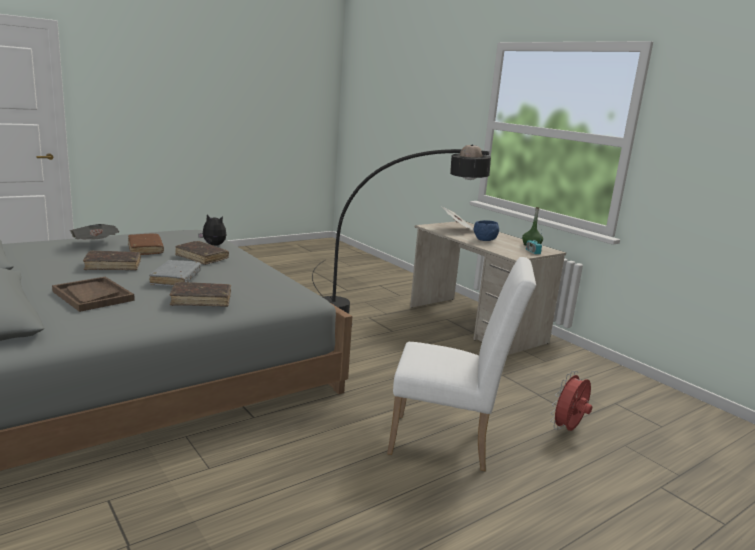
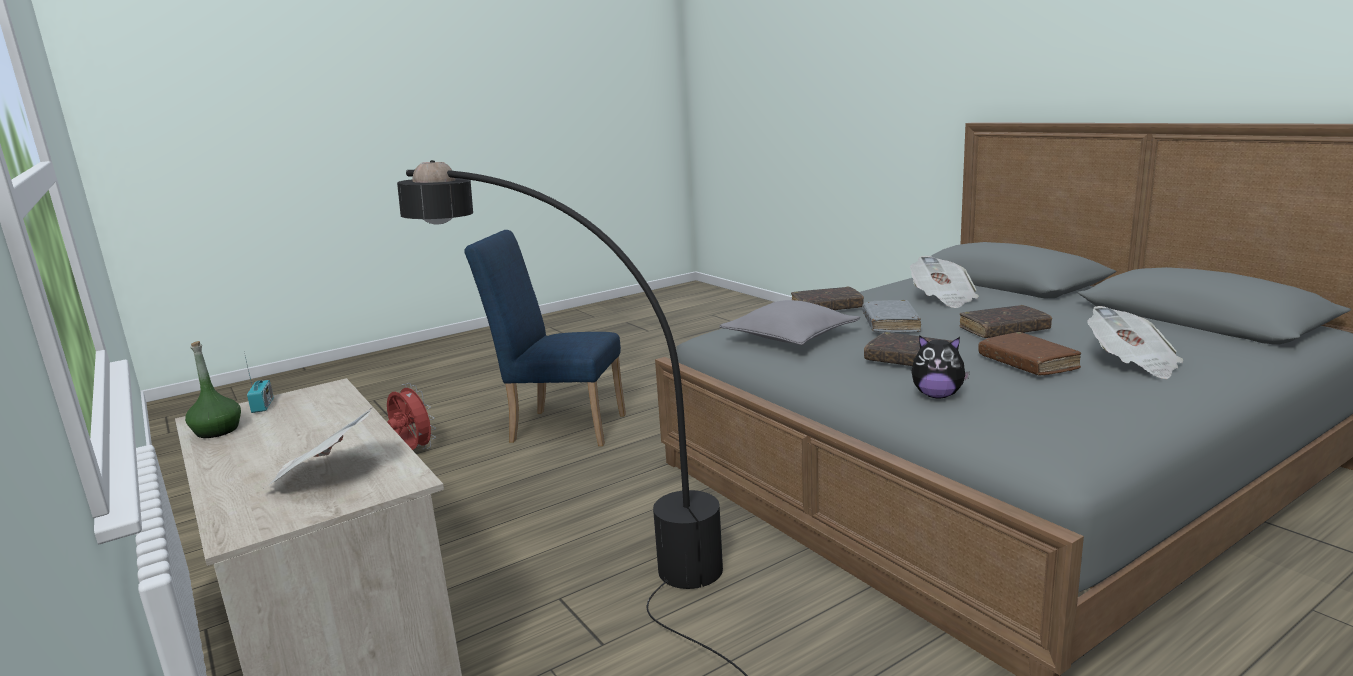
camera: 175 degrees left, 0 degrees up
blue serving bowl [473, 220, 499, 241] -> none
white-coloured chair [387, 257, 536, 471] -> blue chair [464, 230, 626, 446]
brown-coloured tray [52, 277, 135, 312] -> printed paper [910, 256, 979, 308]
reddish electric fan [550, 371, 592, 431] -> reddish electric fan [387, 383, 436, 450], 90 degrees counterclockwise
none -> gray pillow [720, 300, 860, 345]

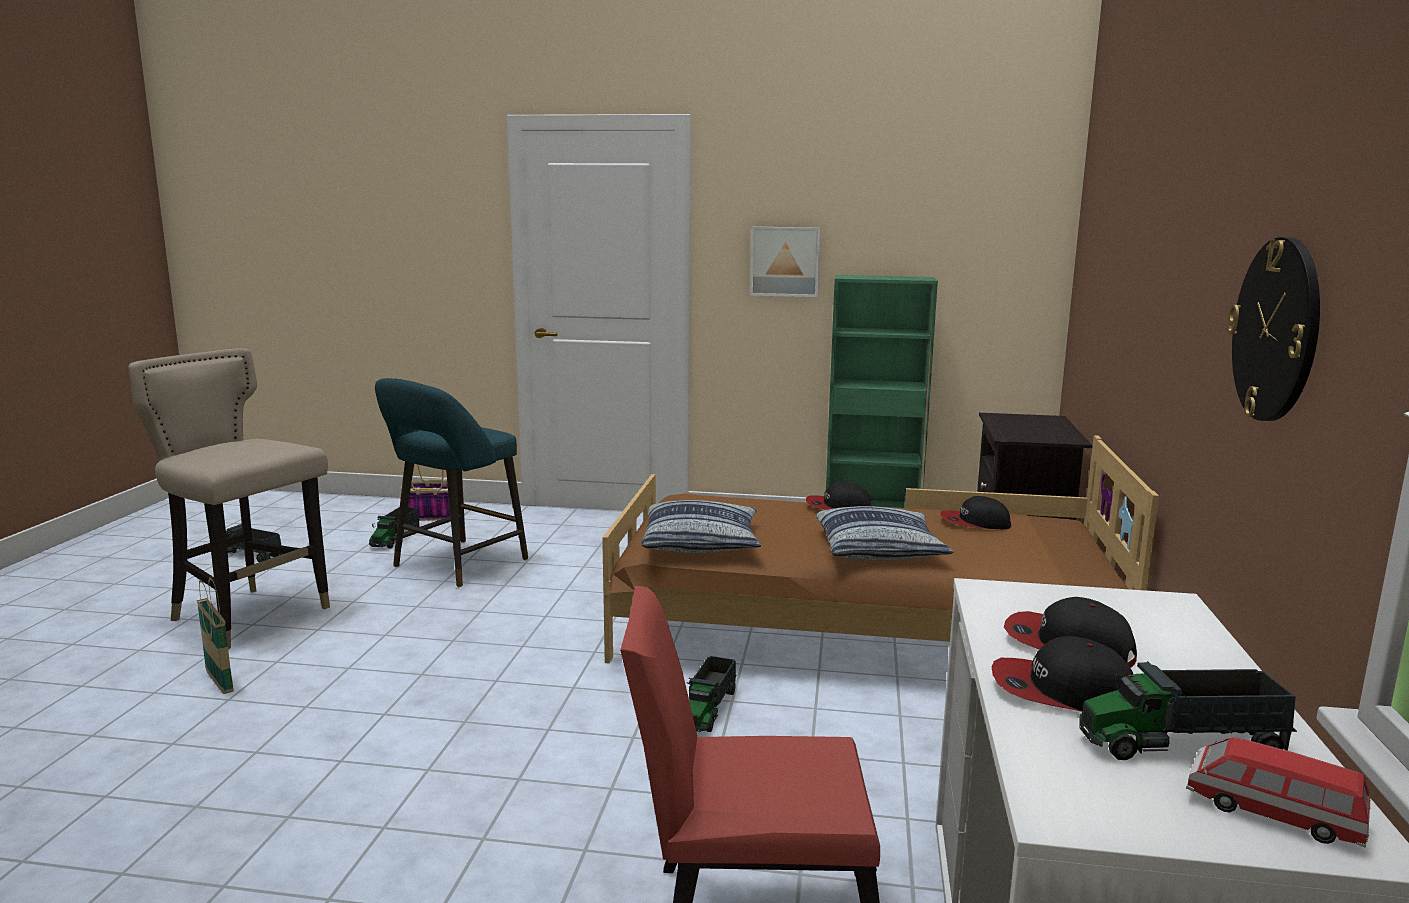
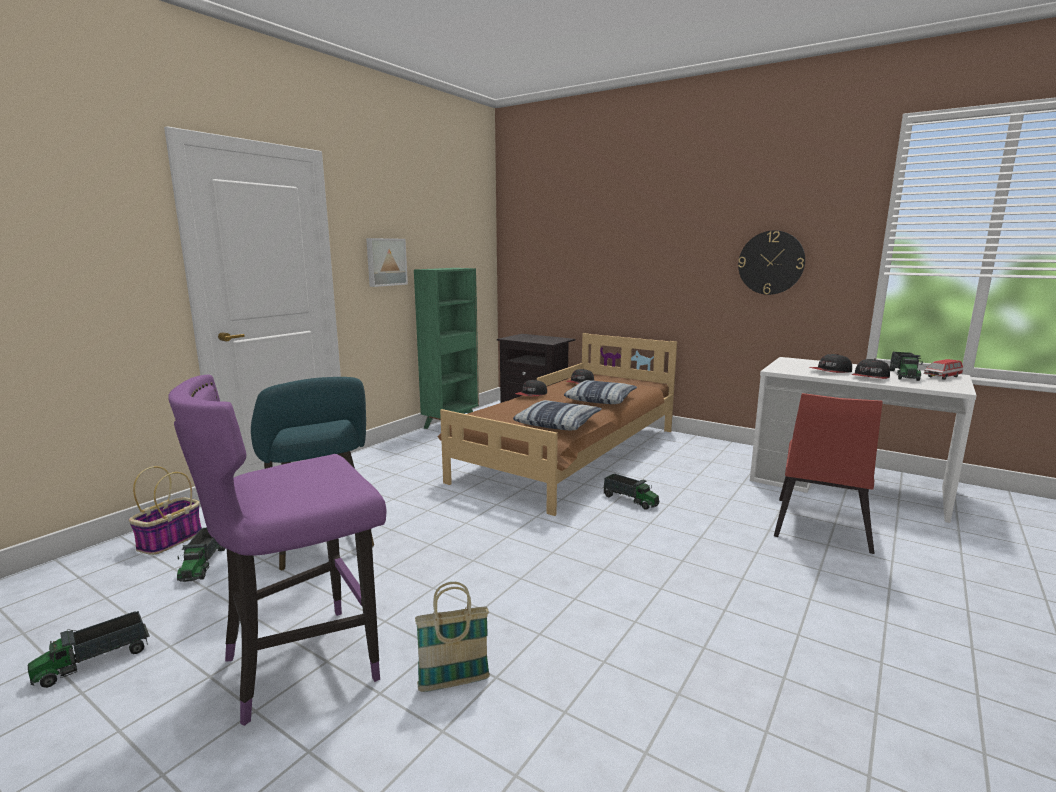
camera: 65 degrees left, 0 degrees up
sand-coloured stool seat [128, 348, 330, 649] -> purplish stool seat [168, 374, 386, 726]
model truck [369, 507, 420, 549] -> model truck [177, 528, 225, 582], 45 degrees clockwise

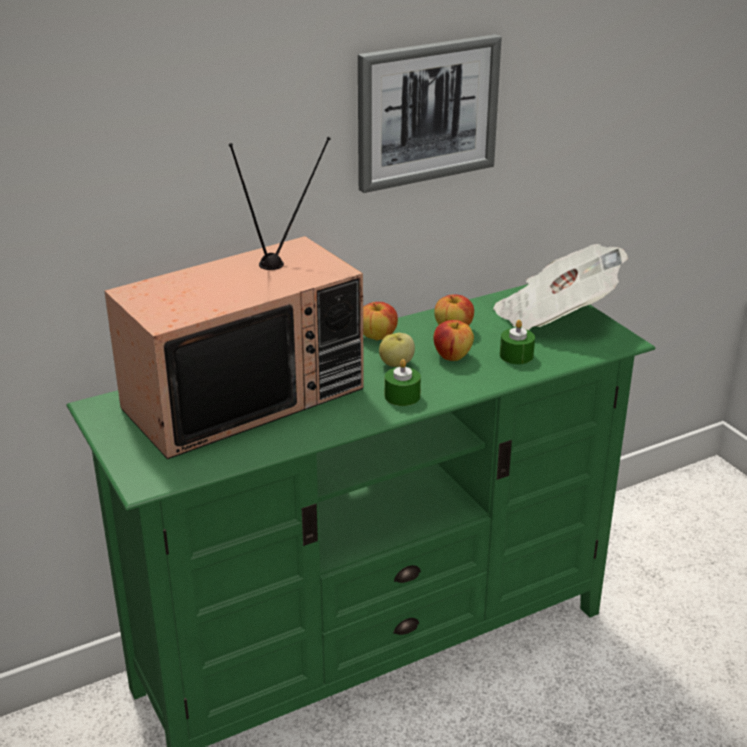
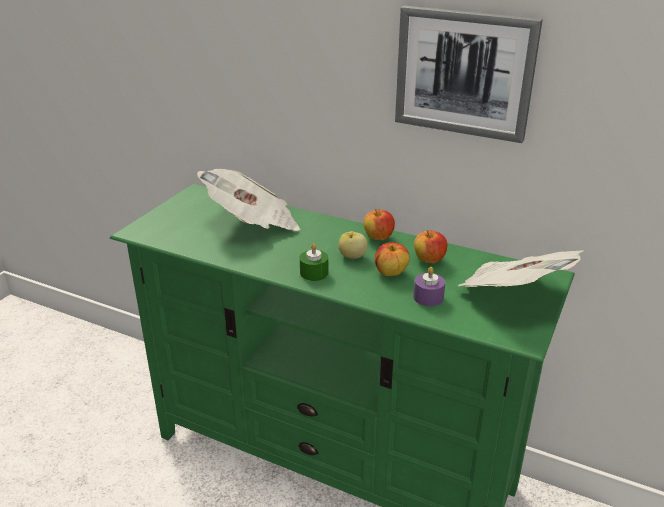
camera: 55 degrees right, 0 degrees up
TV [104, 137, 364, 459] -> printed paper [197, 169, 300, 231]
green-coloured wax candle [500, 320, 535, 364] -> purplish wax candle [413, 267, 445, 306]

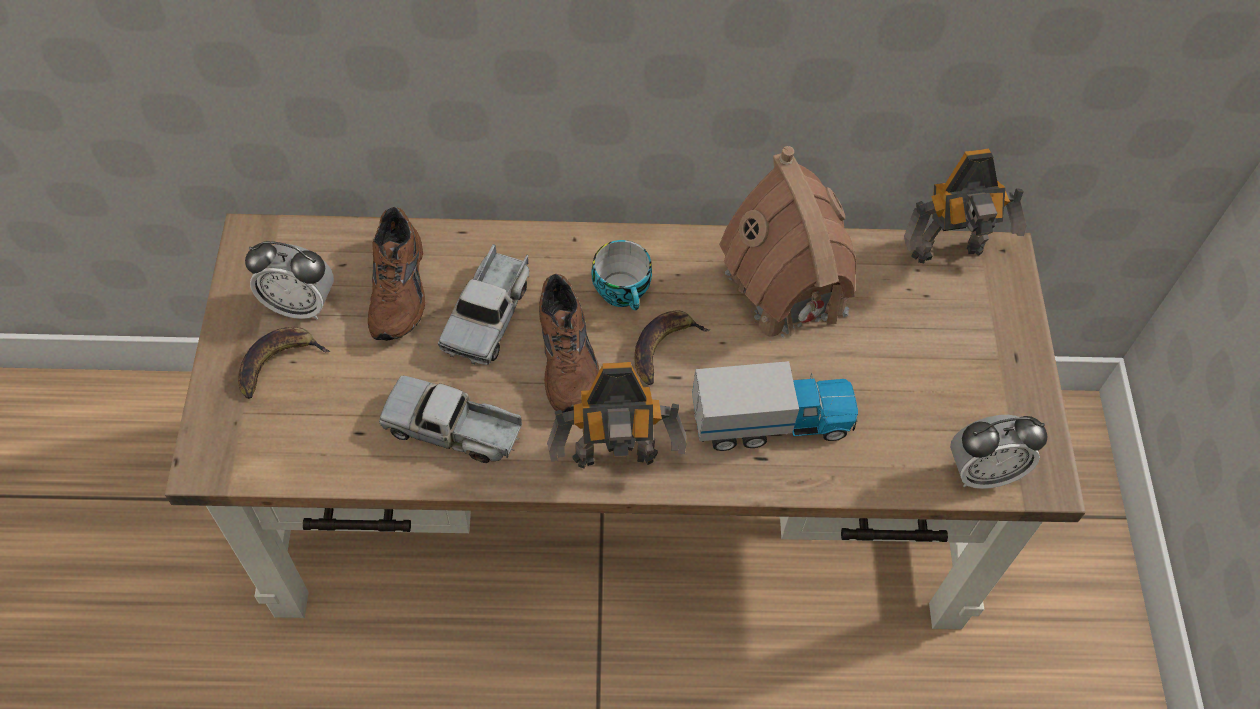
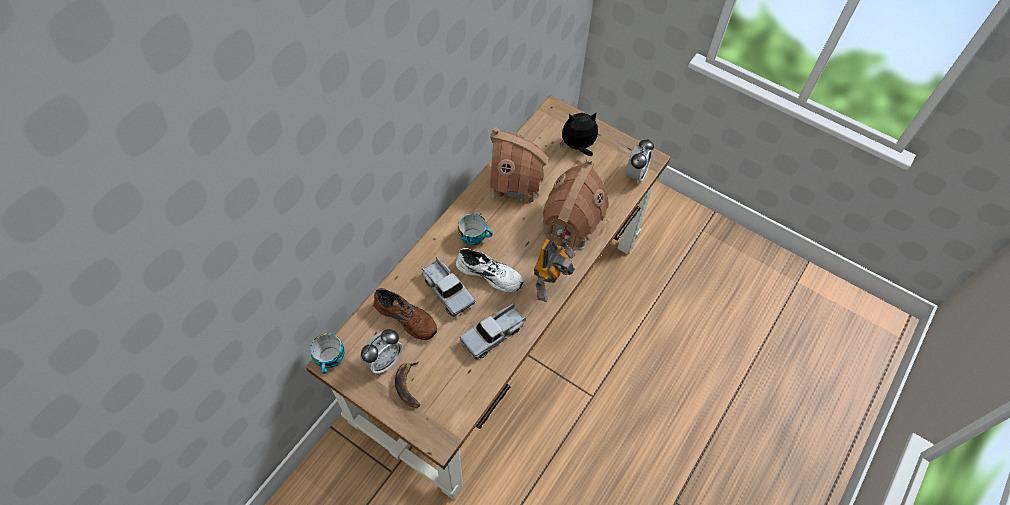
camera: 55 degrees left, 0 degrees up
toy robot [904, 149, 1026, 264] -> none
brown-coloured low shoe [539, 274, 600, 414] -> white-coloured low shoe [456, 248, 523, 292]
banana fruit [635, 310, 710, 385] -> none
model truck [692, 361, 858, 451] -> toy house [542, 157, 609, 250]
none -> plush toy [560, 112, 598, 156]
none -> drinking cup [310, 333, 345, 374]

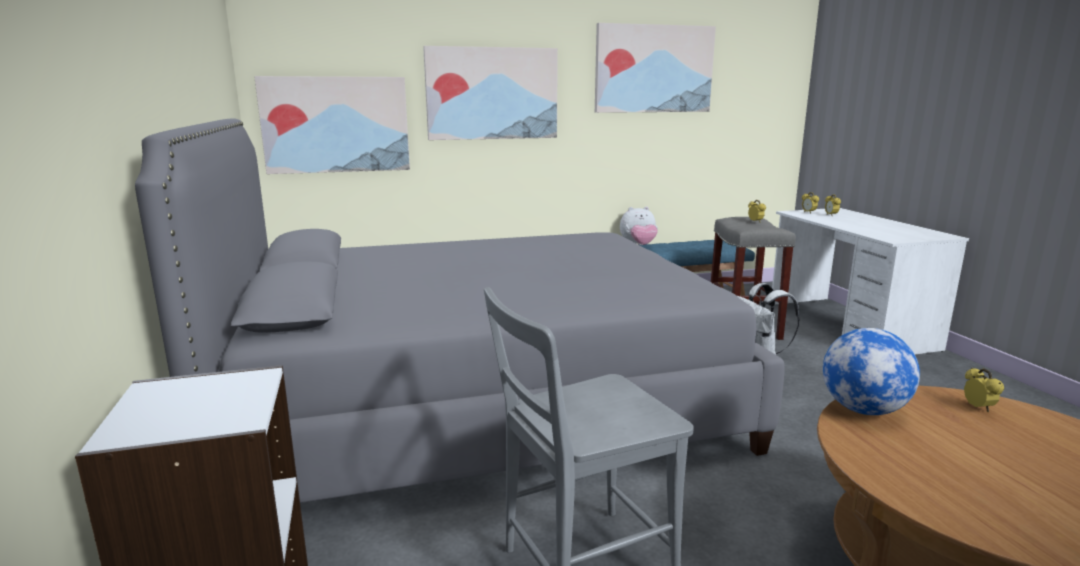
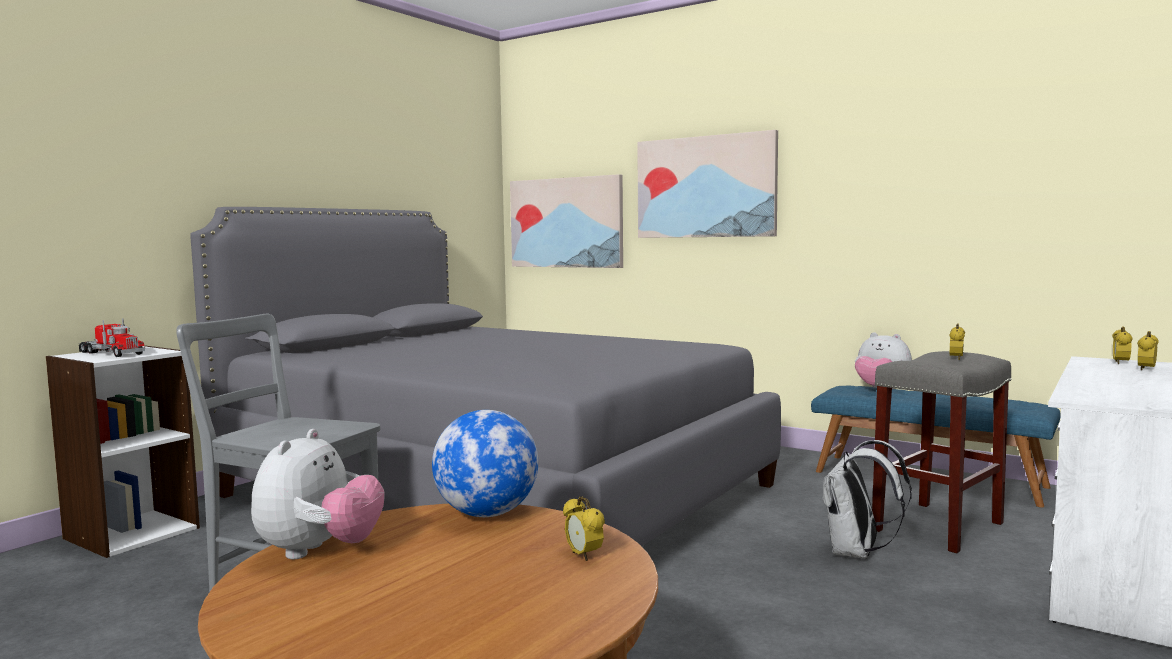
camera: 50 degrees right, 10 degrees down
wall picture [595, 23, 716, 113] -> none
bedside clock [964, 368, 1004, 412] -> bedside clock [563, 496, 605, 561], 105 degrees clockwise
none -> model truck [79, 318, 145, 357]
none -> plush toy [251, 429, 385, 559]

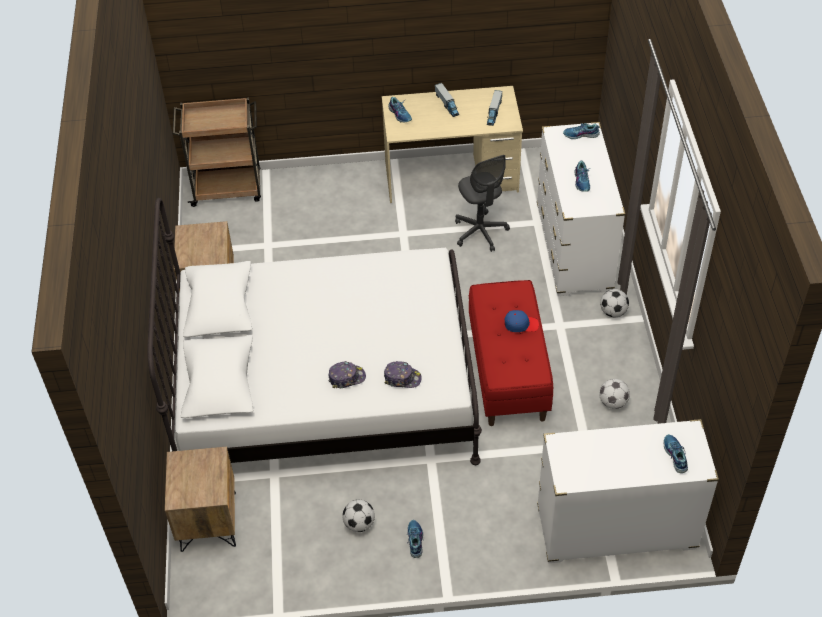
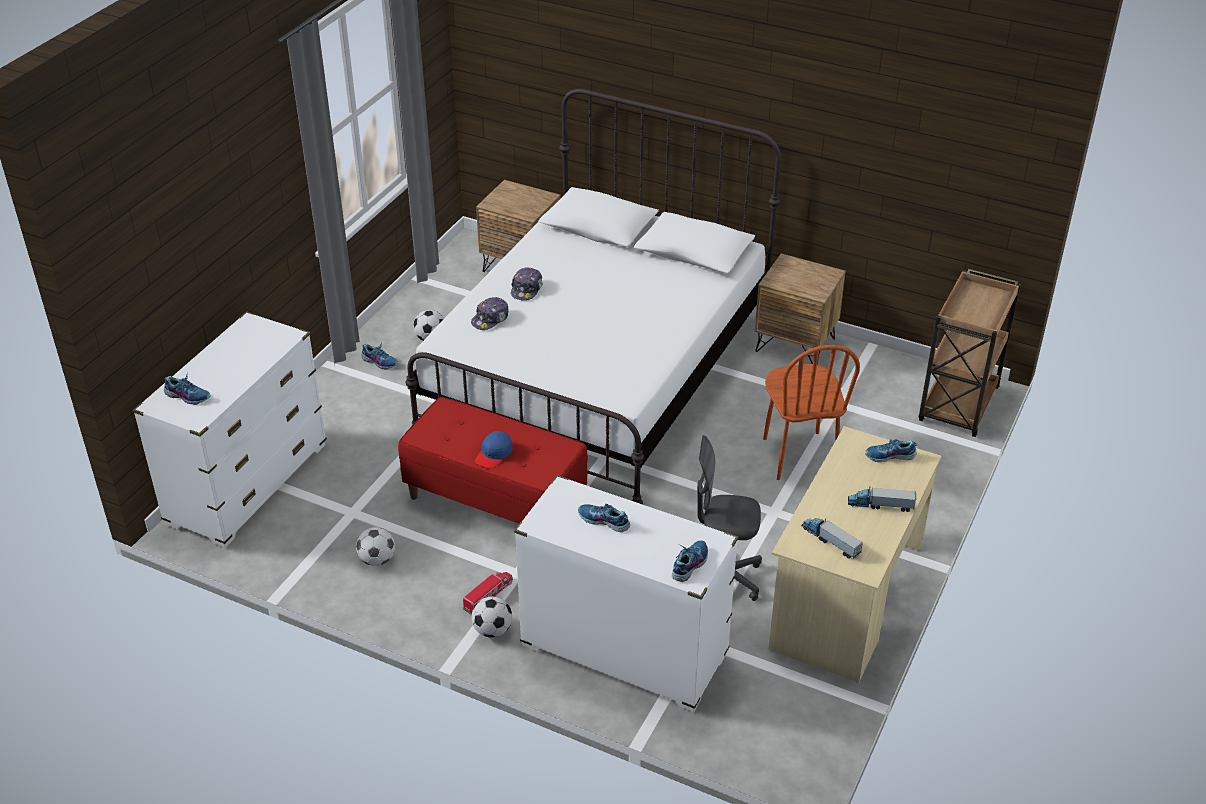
camera: 120 degrees right, 10 degrees down
none -> brown-coloured chair [763, 345, 860, 480]
none -> model truck [463, 572, 513, 615]

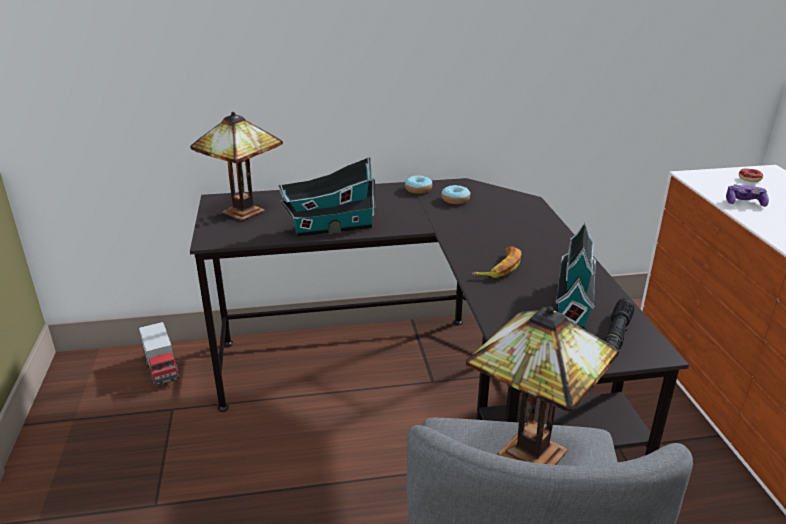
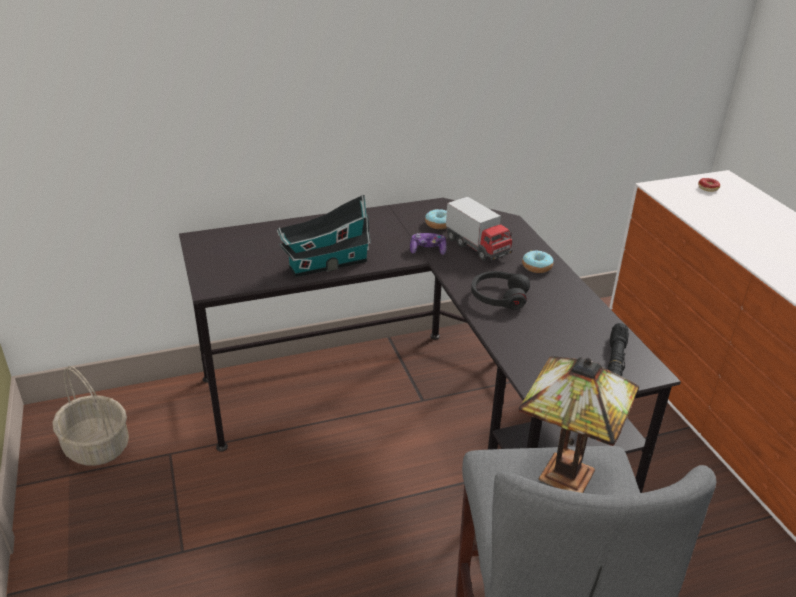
camera: 10 degrees left, 5 degrees up
table lamp [190, 112, 283, 221] -> none
donut [405, 176, 432, 194] -> donut [522, 251, 553, 273], move
gamepad [726, 184, 769, 207] -> gamepad [410, 233, 447, 255], move
toy house [556, 223, 596, 330] -> none
banana fruit [472, 246, 521, 278] -> blackish headset [471, 271, 530, 310]
model truck [139, 322, 179, 386] -> model truck [446, 196, 512, 261], move
none -> storage basket [53, 366, 129, 466]

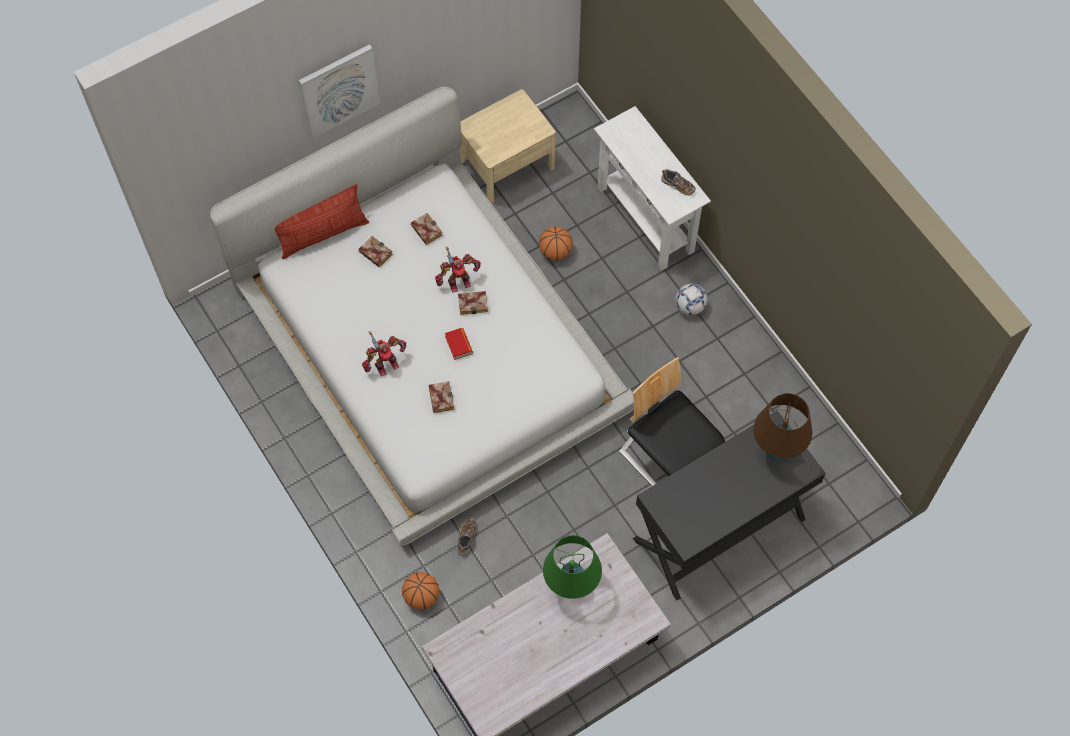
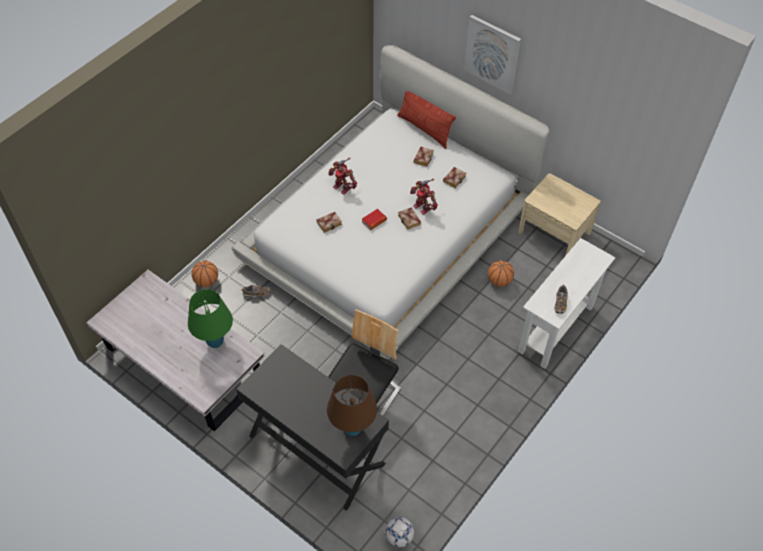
camera: 70 degrees right, 10 degrees down
football ball [676, 284, 708, 316] -> football ball [385, 517, 414, 547], move

